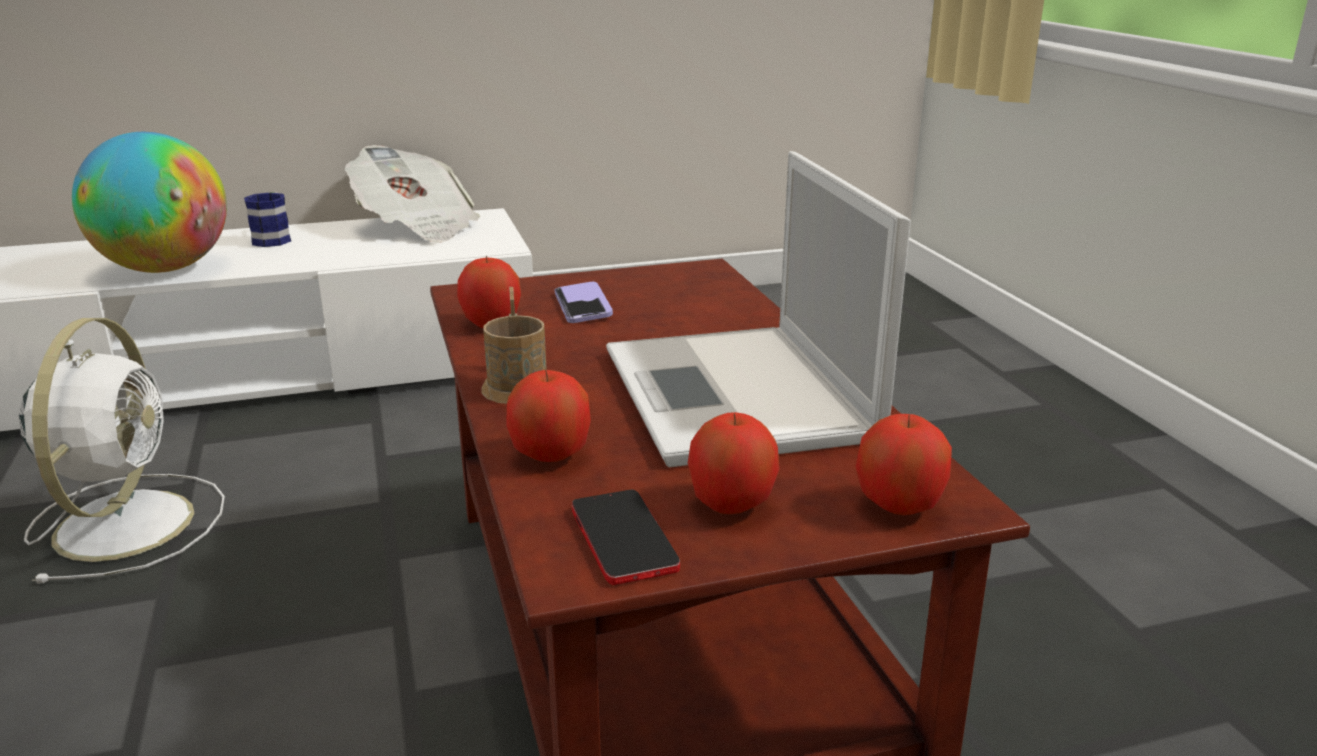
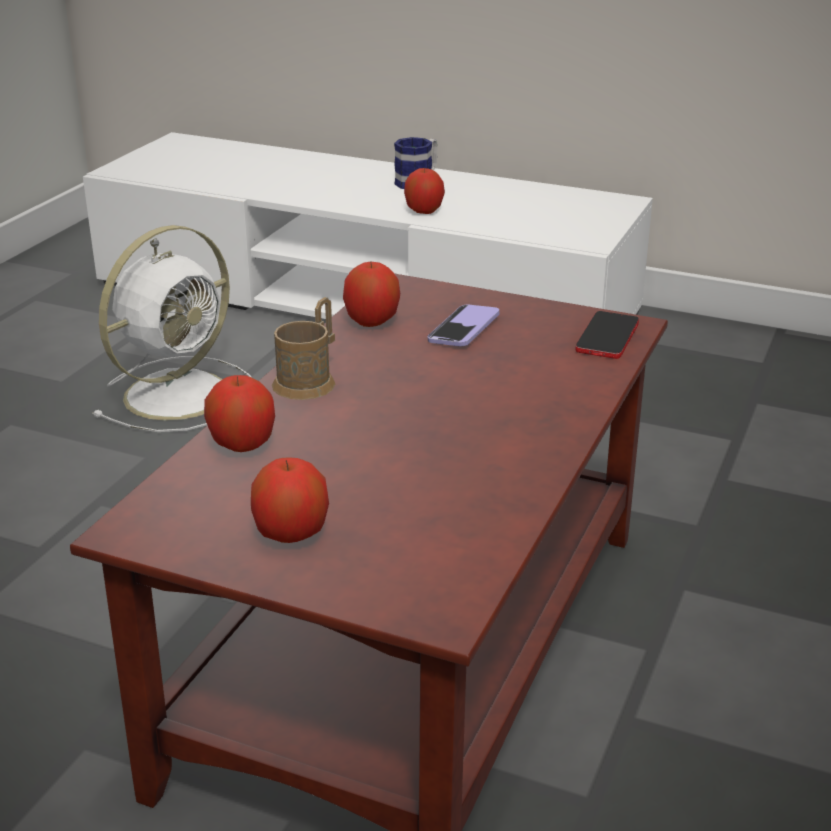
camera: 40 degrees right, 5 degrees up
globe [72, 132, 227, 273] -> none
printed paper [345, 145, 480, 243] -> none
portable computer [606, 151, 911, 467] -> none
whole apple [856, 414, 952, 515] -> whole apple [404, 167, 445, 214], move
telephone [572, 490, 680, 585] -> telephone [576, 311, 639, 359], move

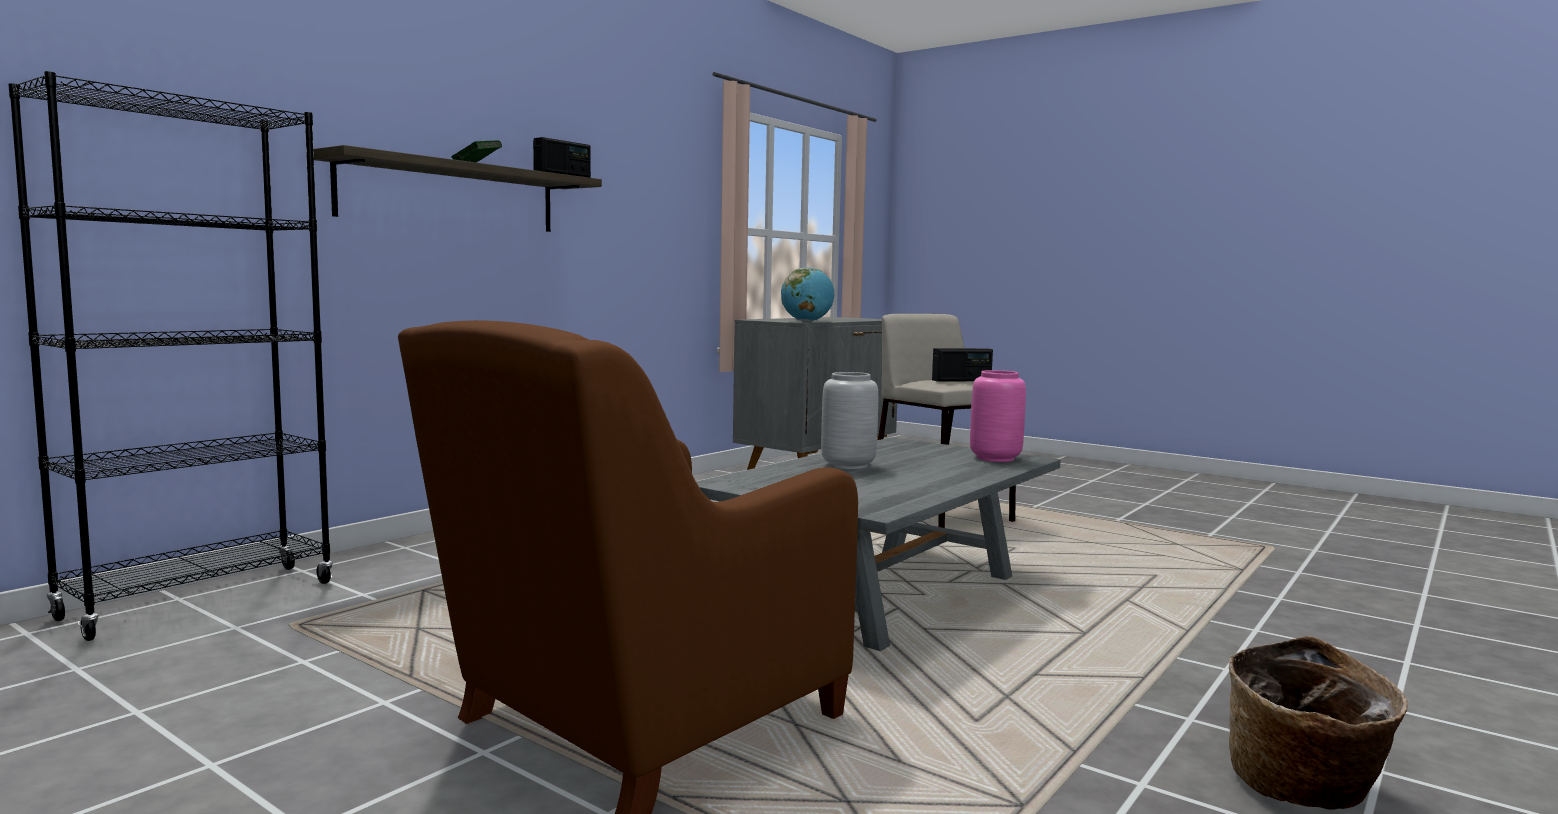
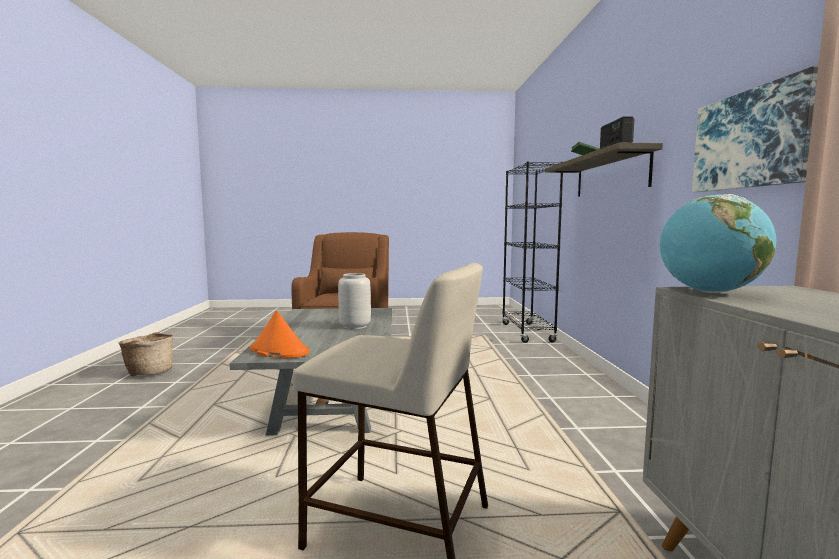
camera: 140 degrees right, 0 degrees up
radio receiver [932, 348, 993, 382] -> none
pink-coloured decorative vase [970, 370, 1026, 462] -> orange wearable hat [250, 311, 310, 358]
none -> wall picture [692, 66, 818, 192]

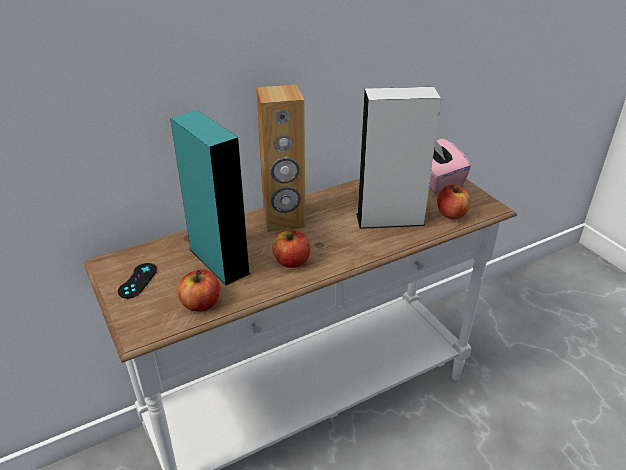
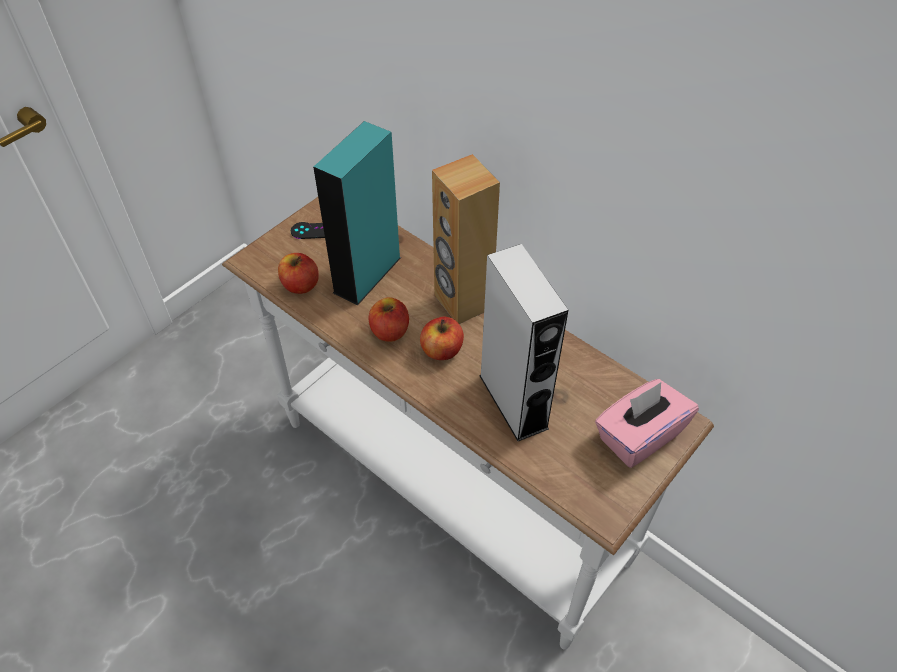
camera: 70 degrees right, 15 degrees up
whole apple [437, 185, 470, 219] -> whole apple [420, 317, 464, 360], move

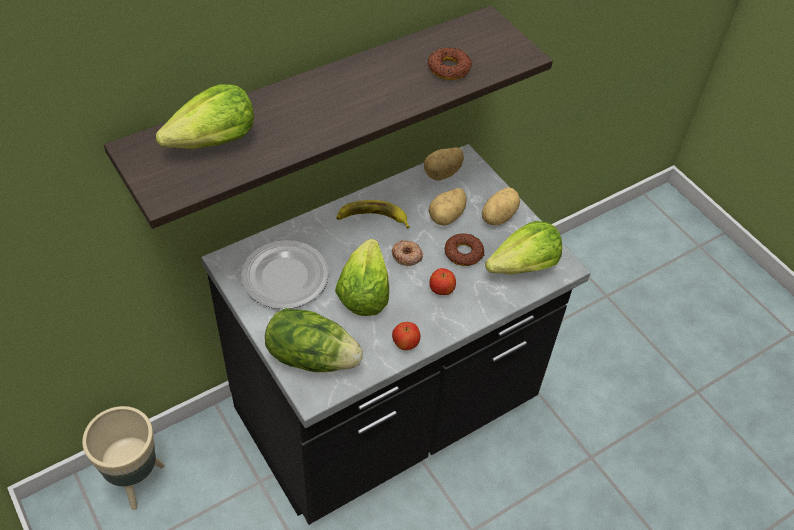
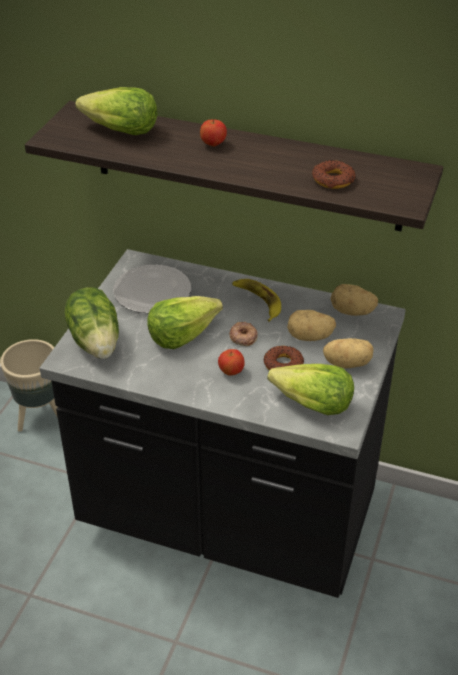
camera: 55 degrees right, 10 degrees down
whole apple [392, 322, 420, 350] -> whole apple [200, 120, 227, 146], move

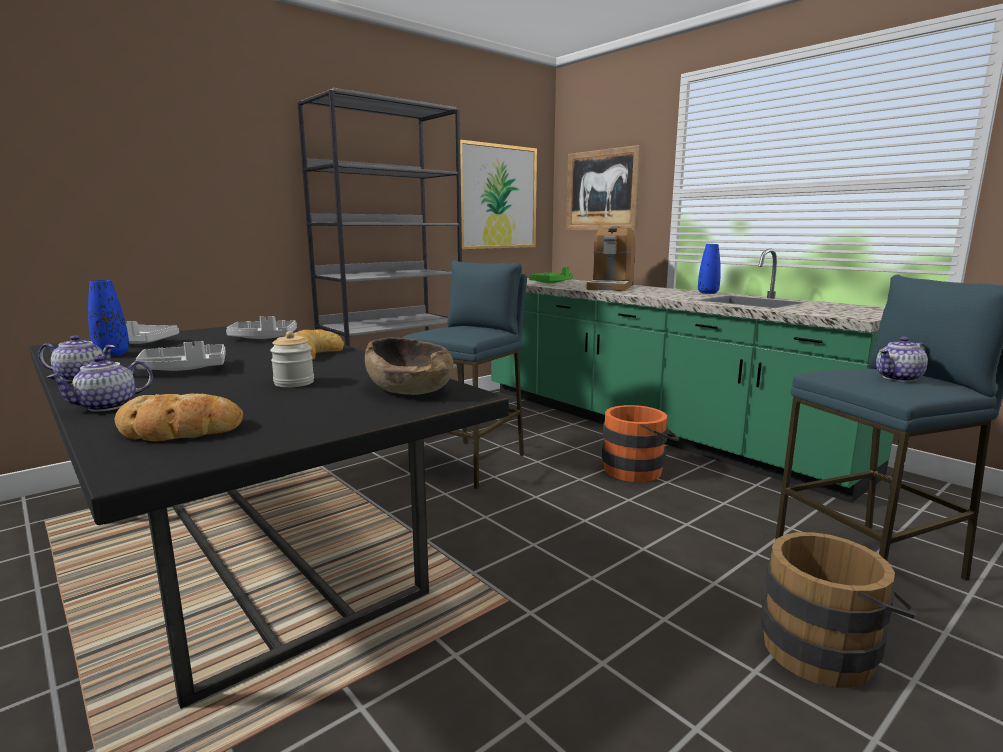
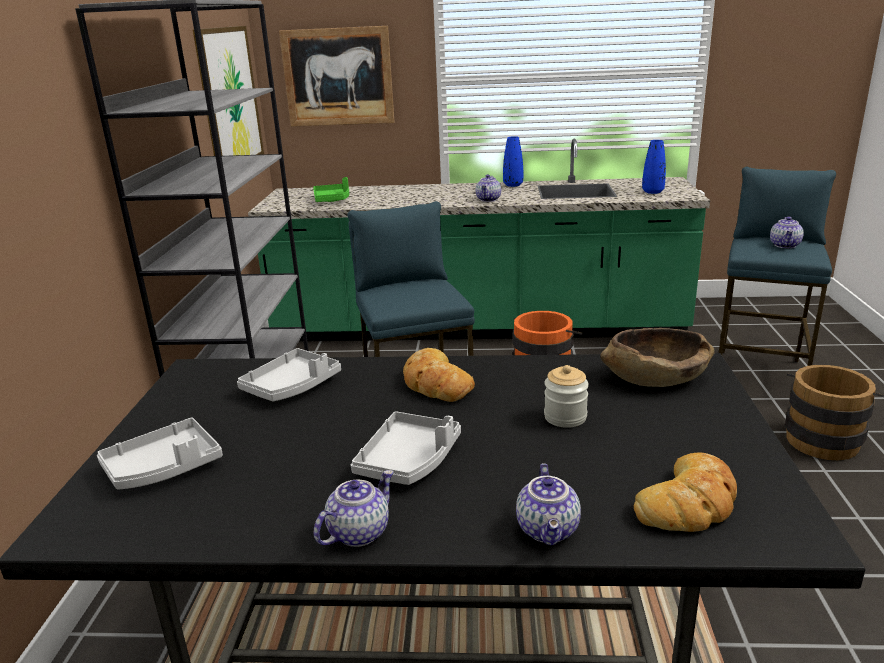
camera: 45 degrees left, 10 degrees up
coffee machine [586, 226, 636, 291] -> none
blue decorative vase [88, 280, 130, 356] -> blue decorative vase [642, 140, 666, 194], move
none -> teapot [476, 174, 501, 202]

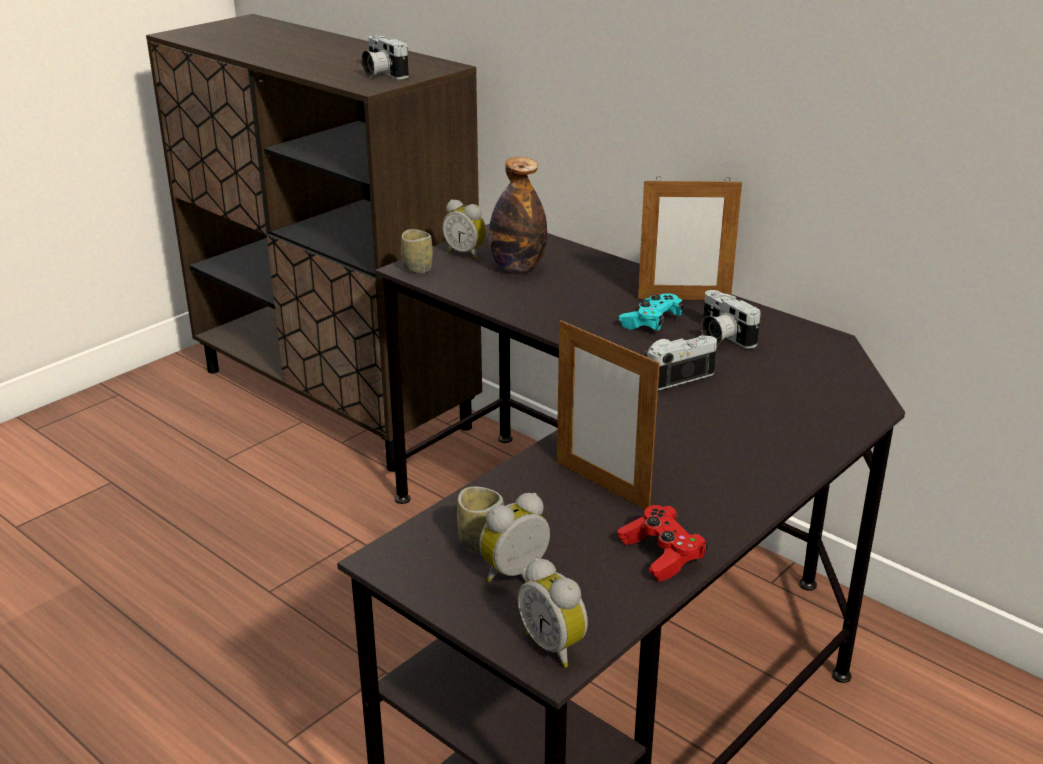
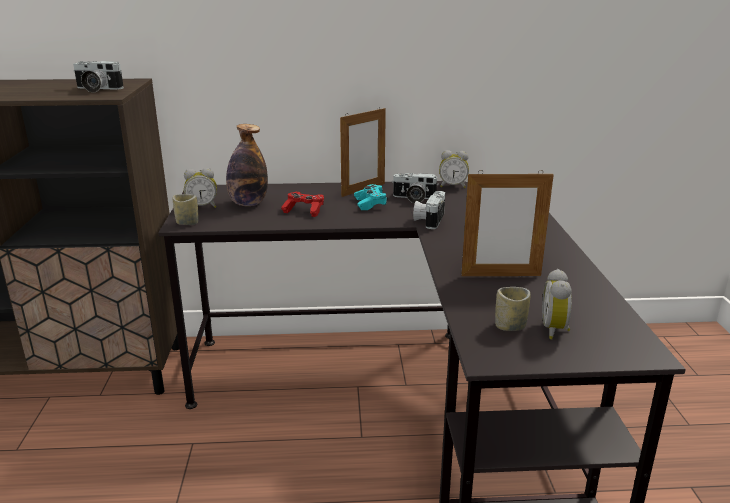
camera: 45 degrees left, 5 degrees down
reddish gamepad [617, 505, 708, 582] -> reddish gamepad [281, 192, 324, 217], move
bedside clock [518, 558, 588, 668] -> bedside clock [439, 150, 469, 188], move

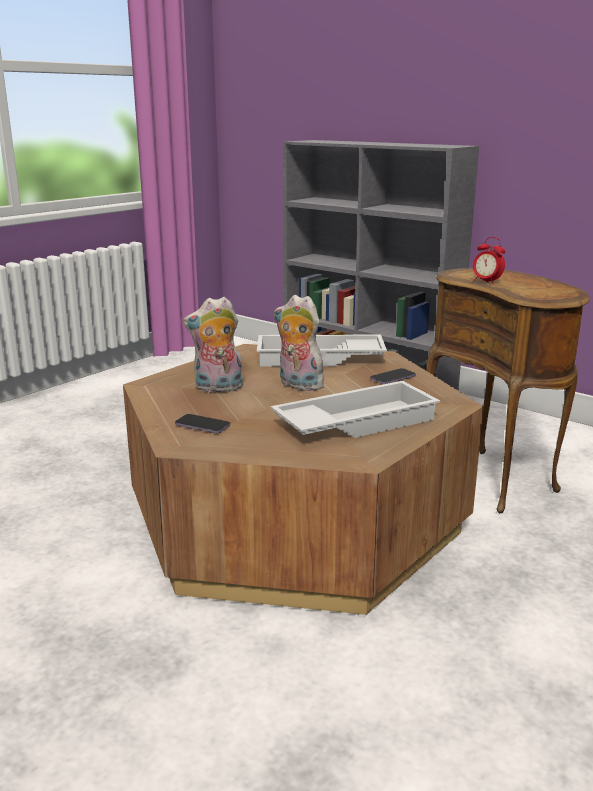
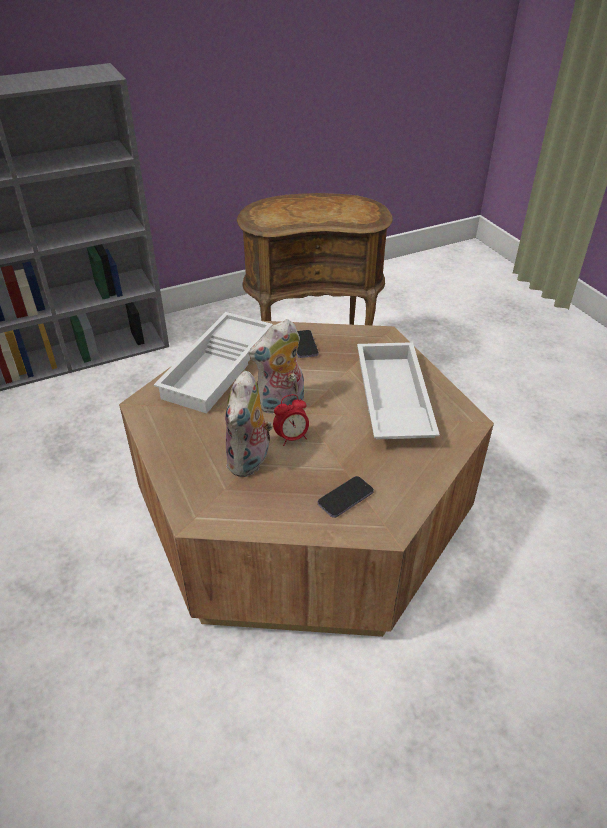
camera: 65 degrees left, 20 degrees up
bedside clock [473, 237, 505, 285] -> bedside clock [273, 394, 309, 446], move

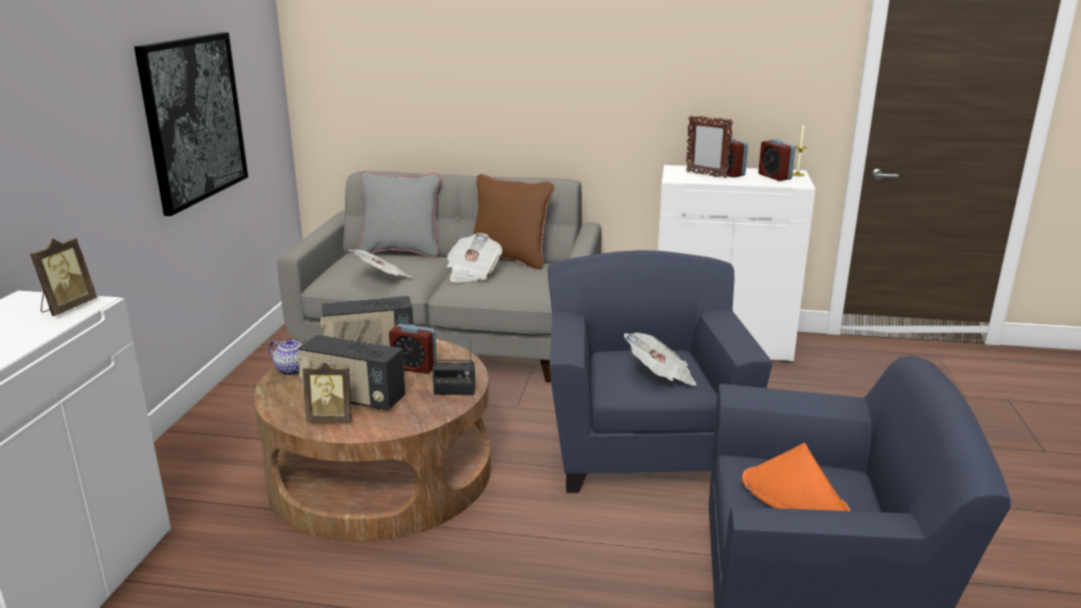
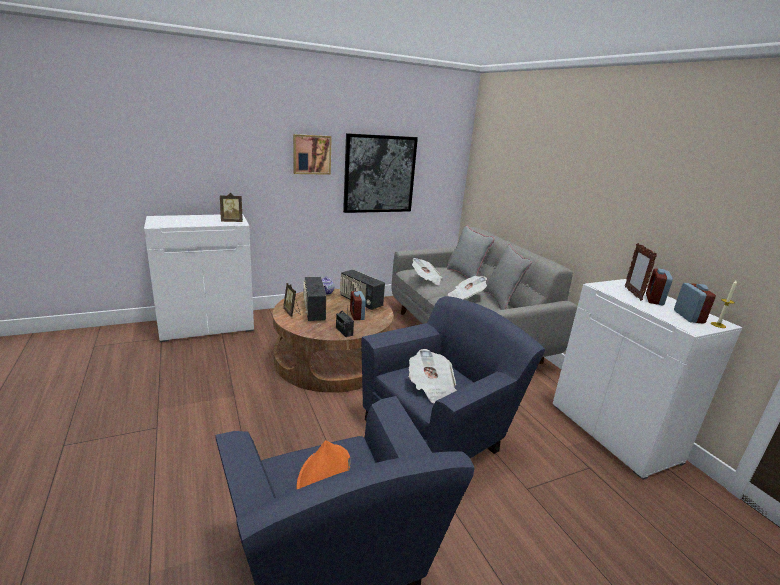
camera: 55 degrees right, 0 degrees up
bedside clock [758, 139, 796, 181] -> bedside clock [674, 283, 716, 324], 150 degrees clockwise
brown-coloured pillow [473, 174, 554, 270] -> gray pillow [484, 244, 532, 310]
none -> wall picture [293, 134, 332, 175]

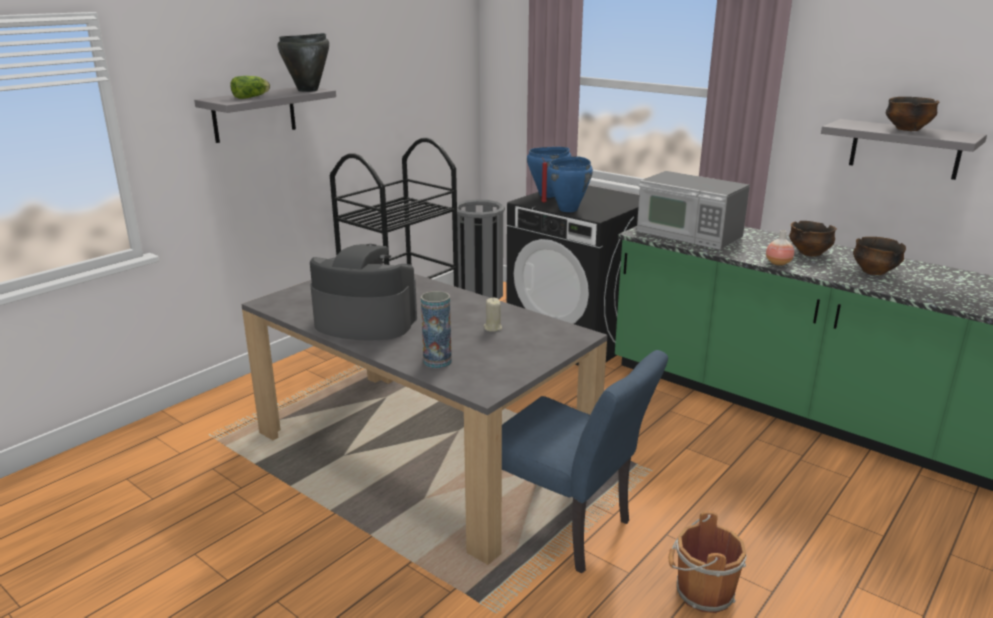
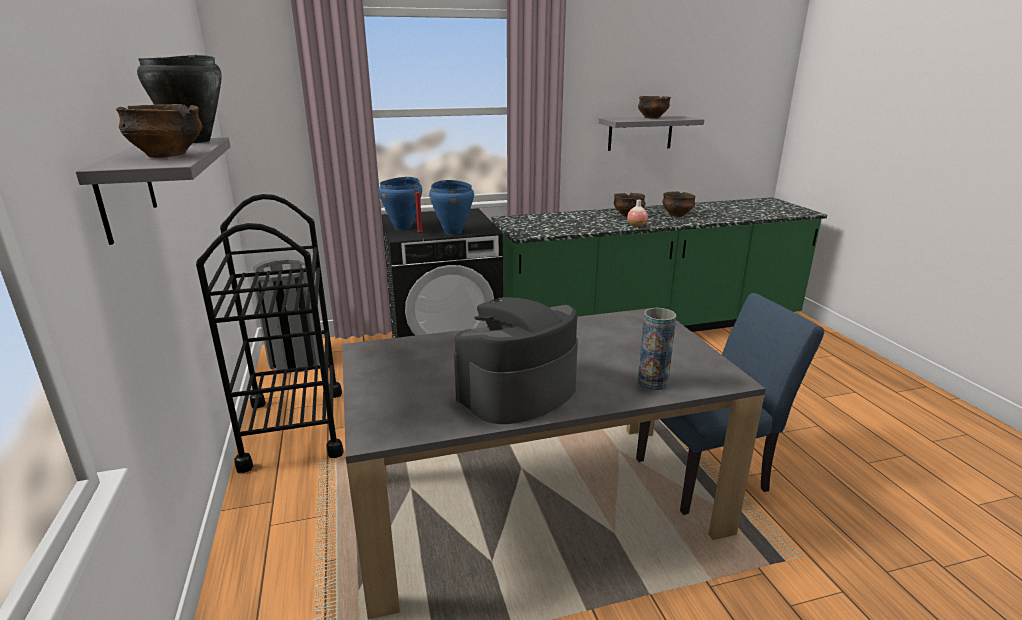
camera: 55 degrees left, 0 degrees up
head of lettuce [231, 76, 270, 99] -> serving bowl [116, 104, 202, 158]
kitchen microwave [636, 171, 750, 250] -> none
sand-coloured wax candle [483, 298, 502, 332] -> none
brown-coloured pail [669, 511, 747, 613] -> none

